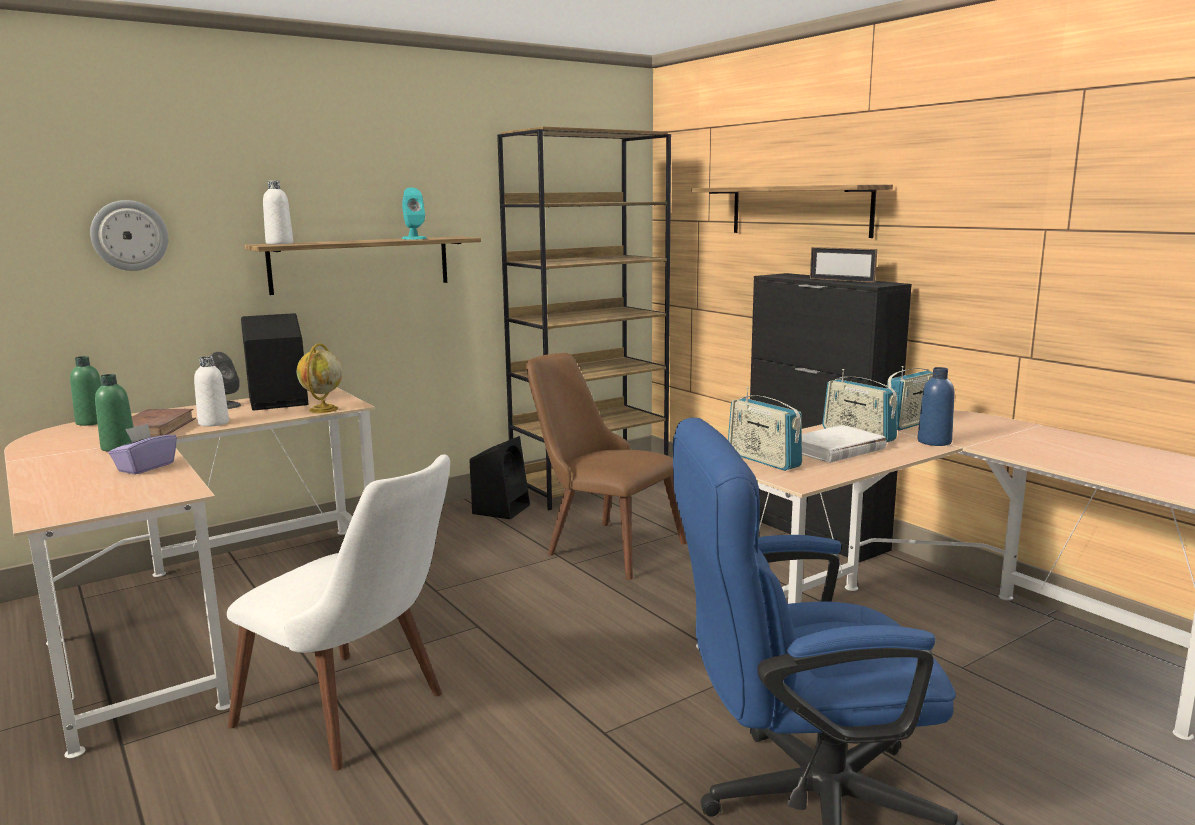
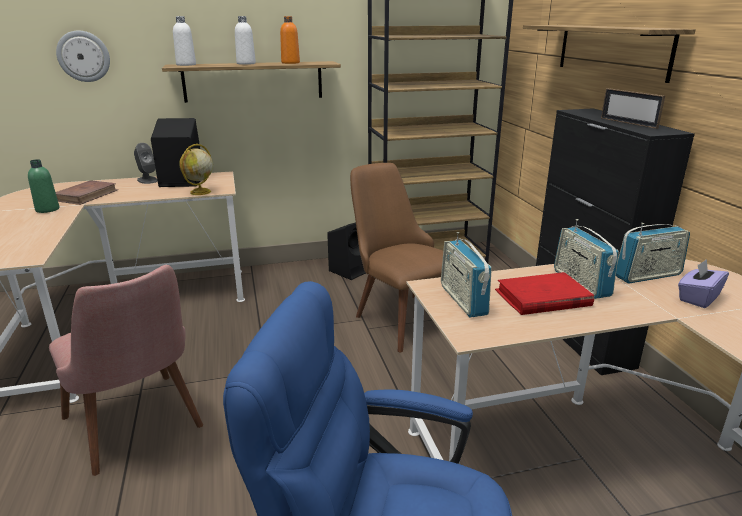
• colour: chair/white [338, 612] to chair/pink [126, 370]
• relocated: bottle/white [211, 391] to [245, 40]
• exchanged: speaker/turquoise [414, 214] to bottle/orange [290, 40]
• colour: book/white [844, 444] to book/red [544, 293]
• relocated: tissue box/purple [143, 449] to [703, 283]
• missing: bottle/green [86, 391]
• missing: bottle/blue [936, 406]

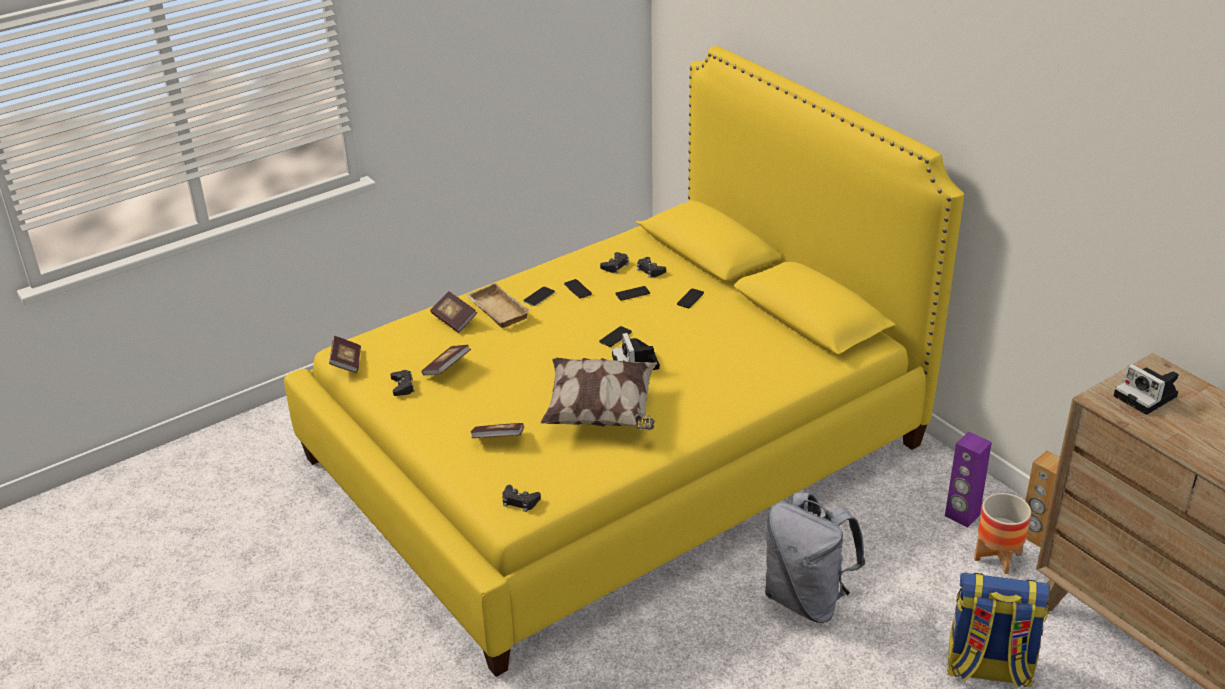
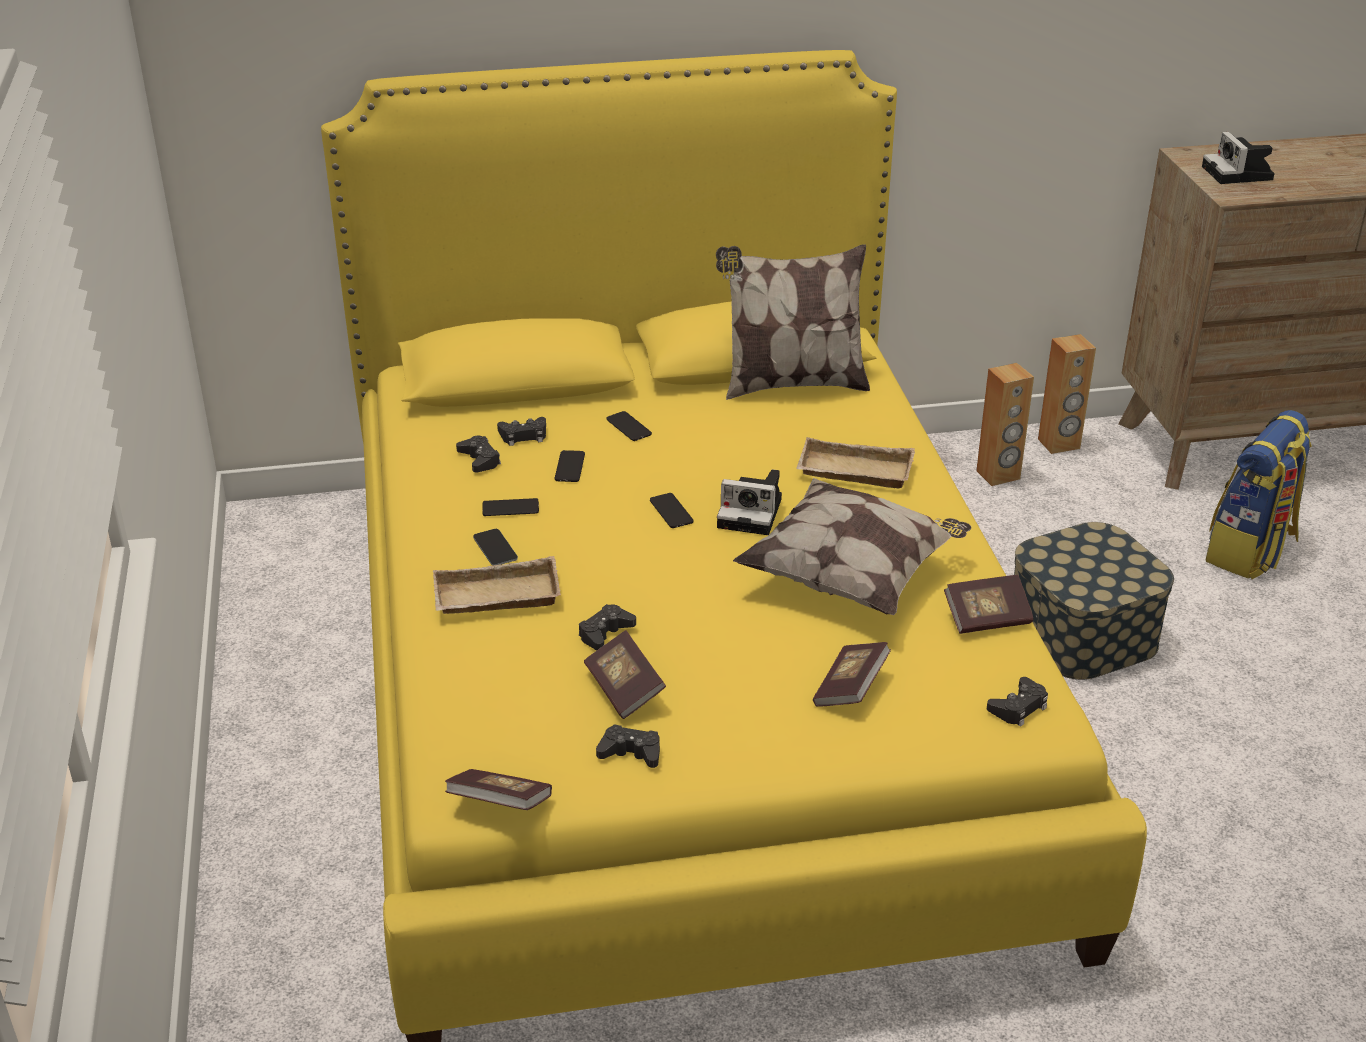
• appeared: game controller/black [607, 627]
• appeared: pillow [793, 322]
• appeared: tray/beige [855, 462]
• relocated: book [453, 312] to [989, 604]
• colour: speaker/purple [968, 480] to speaker/brown [1005, 424]
• exchanged: backpack/grey [815, 557] to storage box [1094, 601]
• spun: photo camera [1146, 389] = [1238, 158] 90 degrees clockwise
• missing: planter [1002, 533]

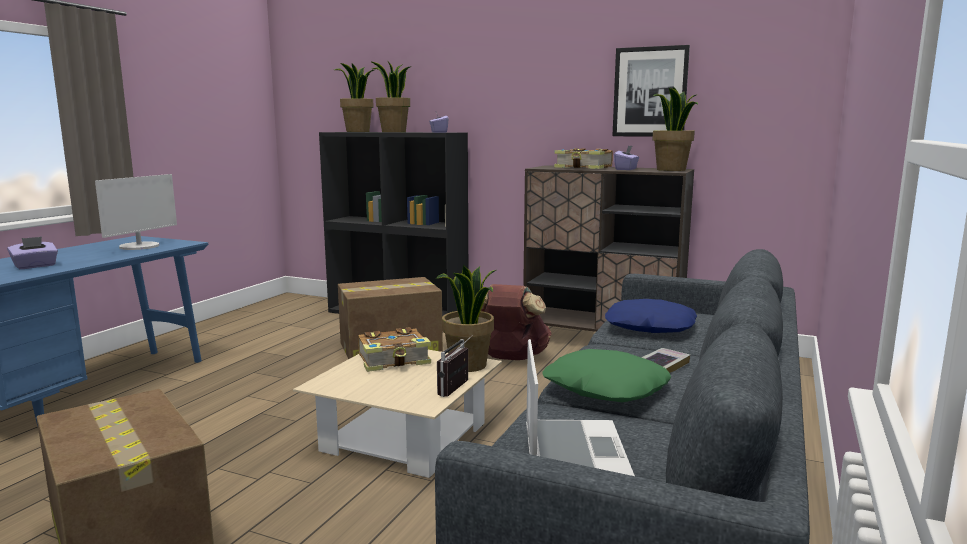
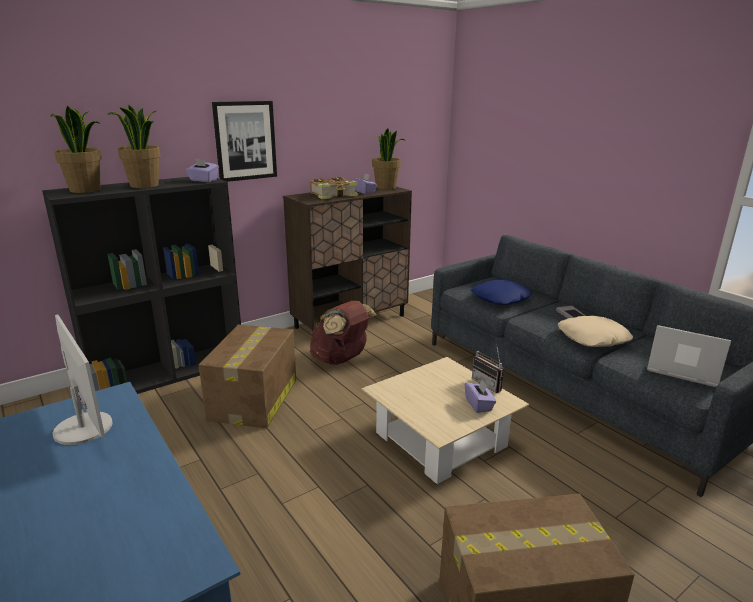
• relocated: picture [651, 91] to [244, 141]
• relocated: tissue box/purple [32, 253] to [480, 396]
• colour: pillow/green [606, 376] to pillow/beige [595, 331]
• missing: book [394, 349]
• missing: potted plant [466, 318]

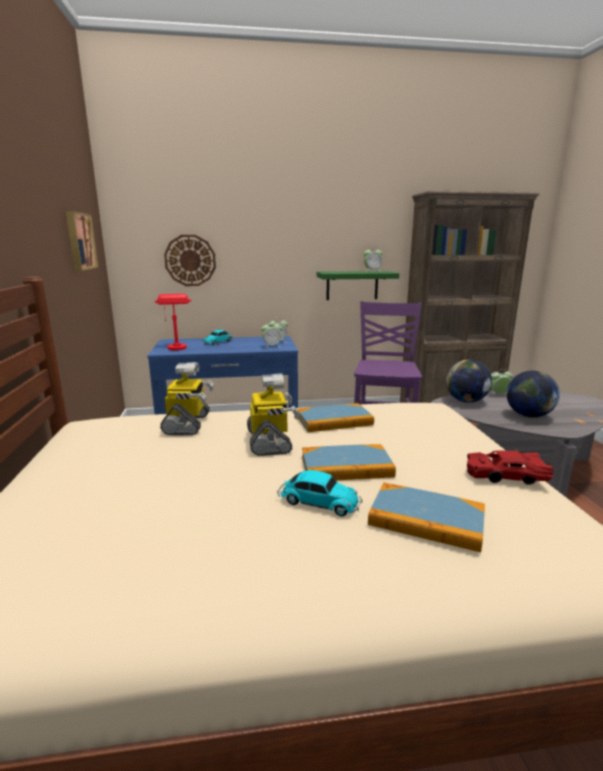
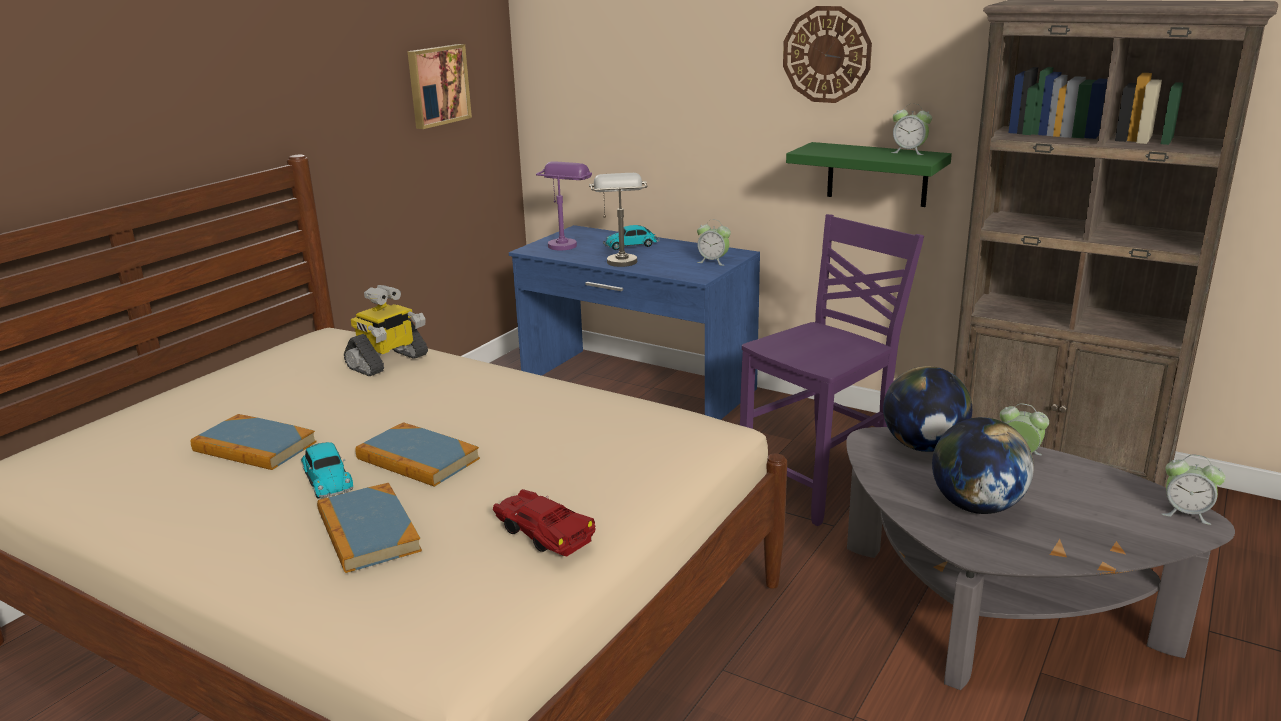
• relocated: book [335, 417] to [253, 442]
• colour: table lamp/red [173, 322] to table lamp/purple [564, 205]
• appeared: table lamp/grey [618, 220]
• relocated: wall clock [190, 260] to [827, 54]
• relocated: alarm clock [271, 336] to [1194, 490]
• missing: toy robot [273, 414]

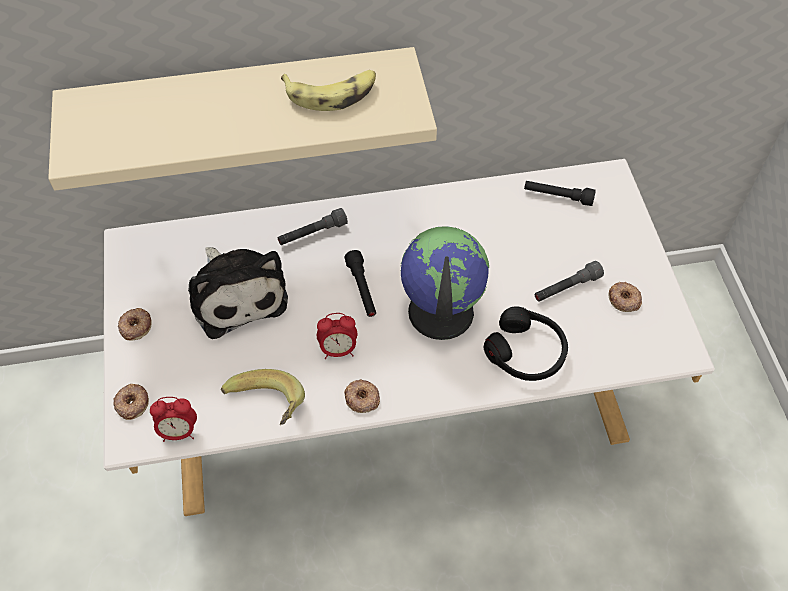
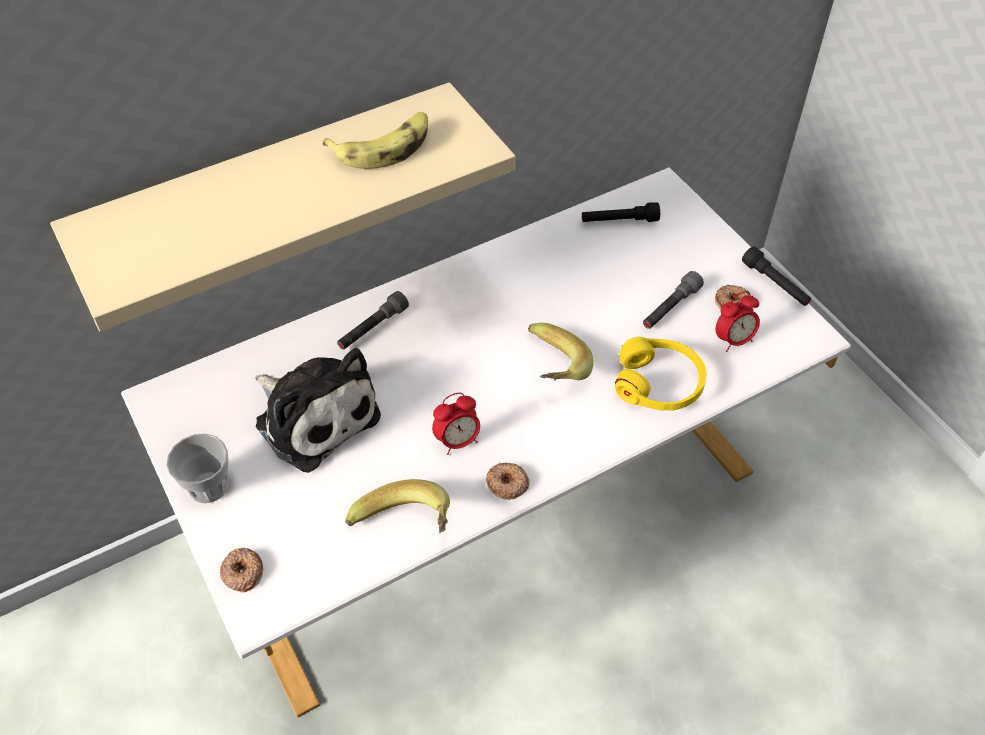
• exchanged: donut [135, 324] to cup [197, 468]
• exchanged: globe [444, 283] to banana [560, 351]
• colour: headphones/black [526, 344] to headphones/yellow [660, 374]
• relocated: alarm clock [173, 419] to [738, 321]
• relocated: flashlight/black [360, 283] to [776, 276]

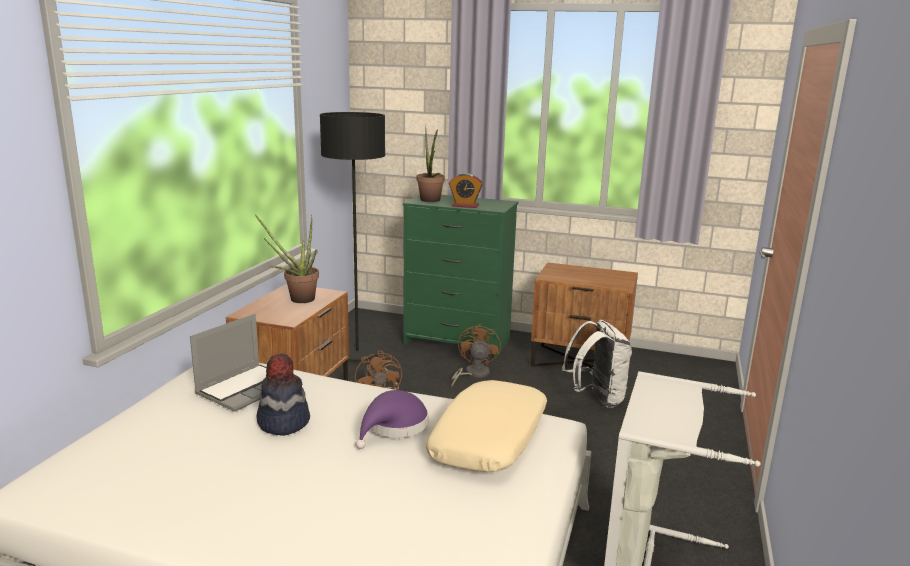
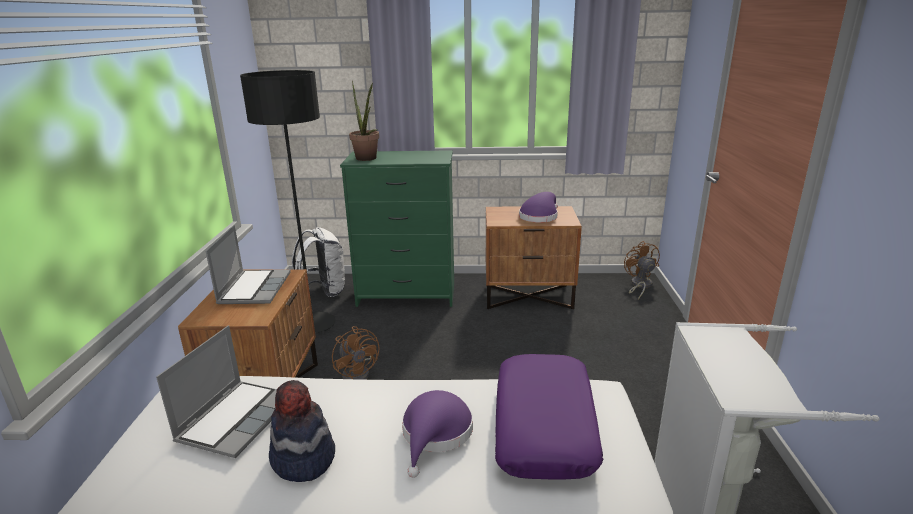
• exchanged: potted plant [287, 258] to laptop [248, 264]
• relocated: backpack/white [597, 364] to [318, 262]
• colour: pillow/beige [486, 426] to pillow/purple [549, 417]
• appeared: hat/purple [538, 207]
• relocated: fan/brown [476, 356] to [642, 270]
• missing: alarm clock [466, 190]

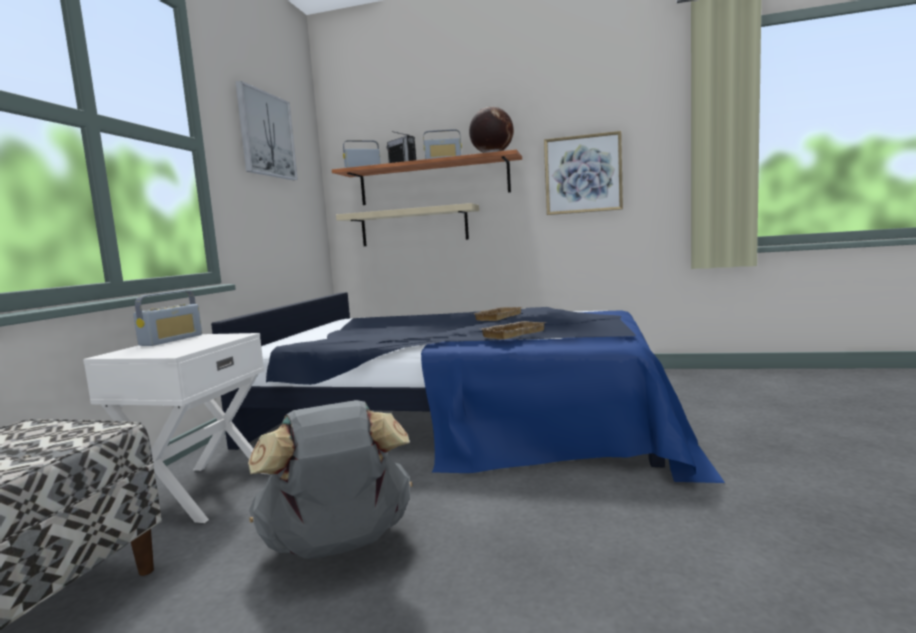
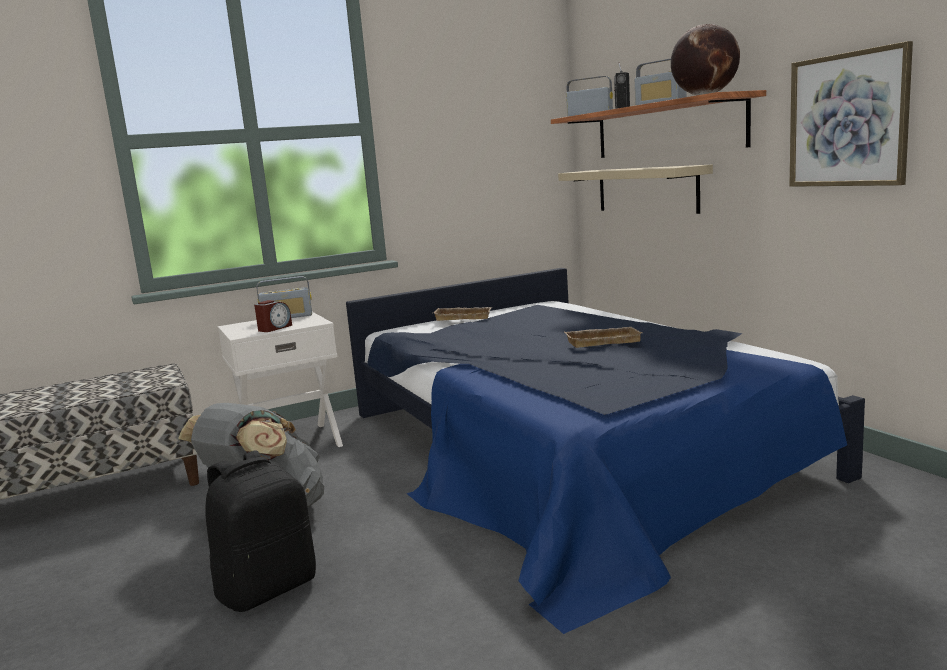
• appeared: backpack/black [260, 531]
• appeared: alarm clock [273, 316]
• relocated: tray/beige [514, 330] to [463, 314]
• missing: picture [267, 130]

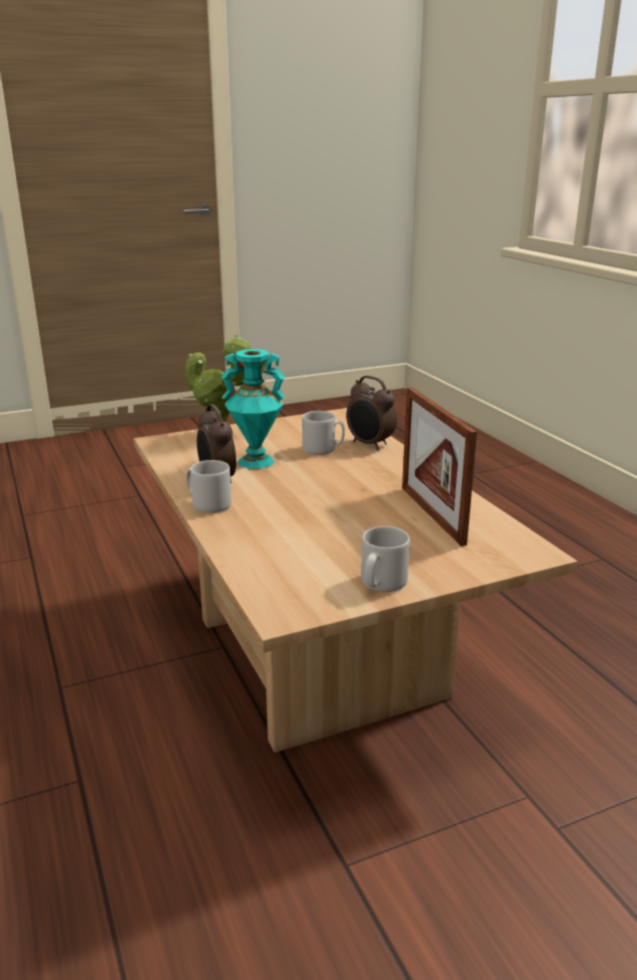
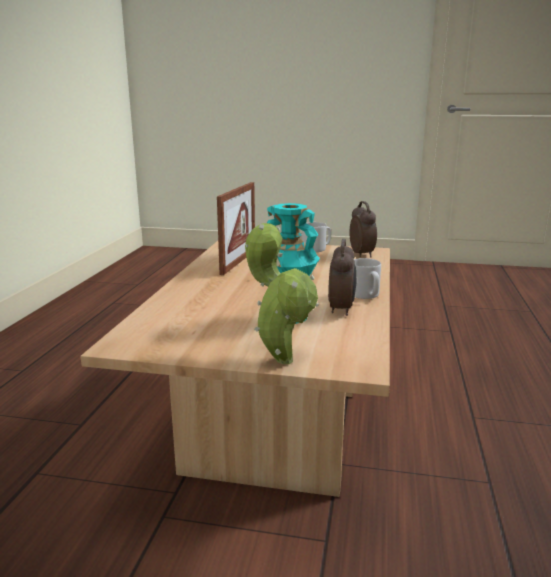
• relocated: alarm clock [371, 413] to [363, 229]
• missing: mug/grey [323, 433]

